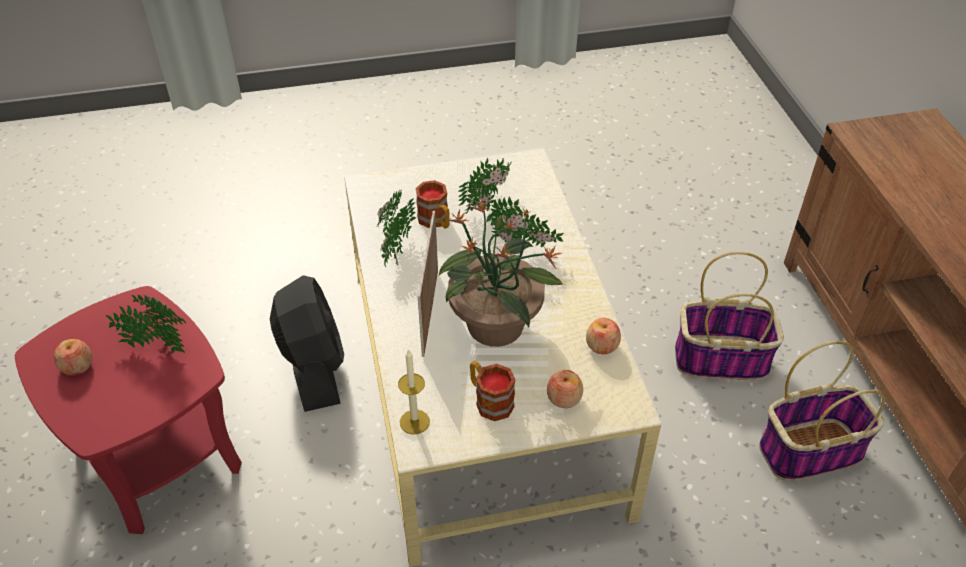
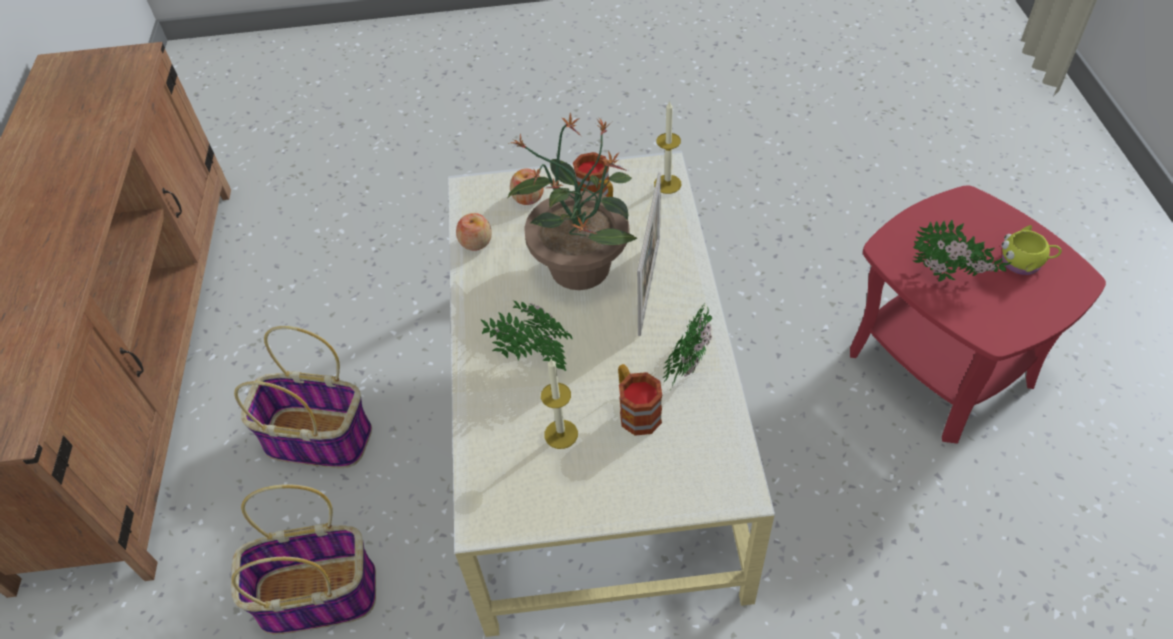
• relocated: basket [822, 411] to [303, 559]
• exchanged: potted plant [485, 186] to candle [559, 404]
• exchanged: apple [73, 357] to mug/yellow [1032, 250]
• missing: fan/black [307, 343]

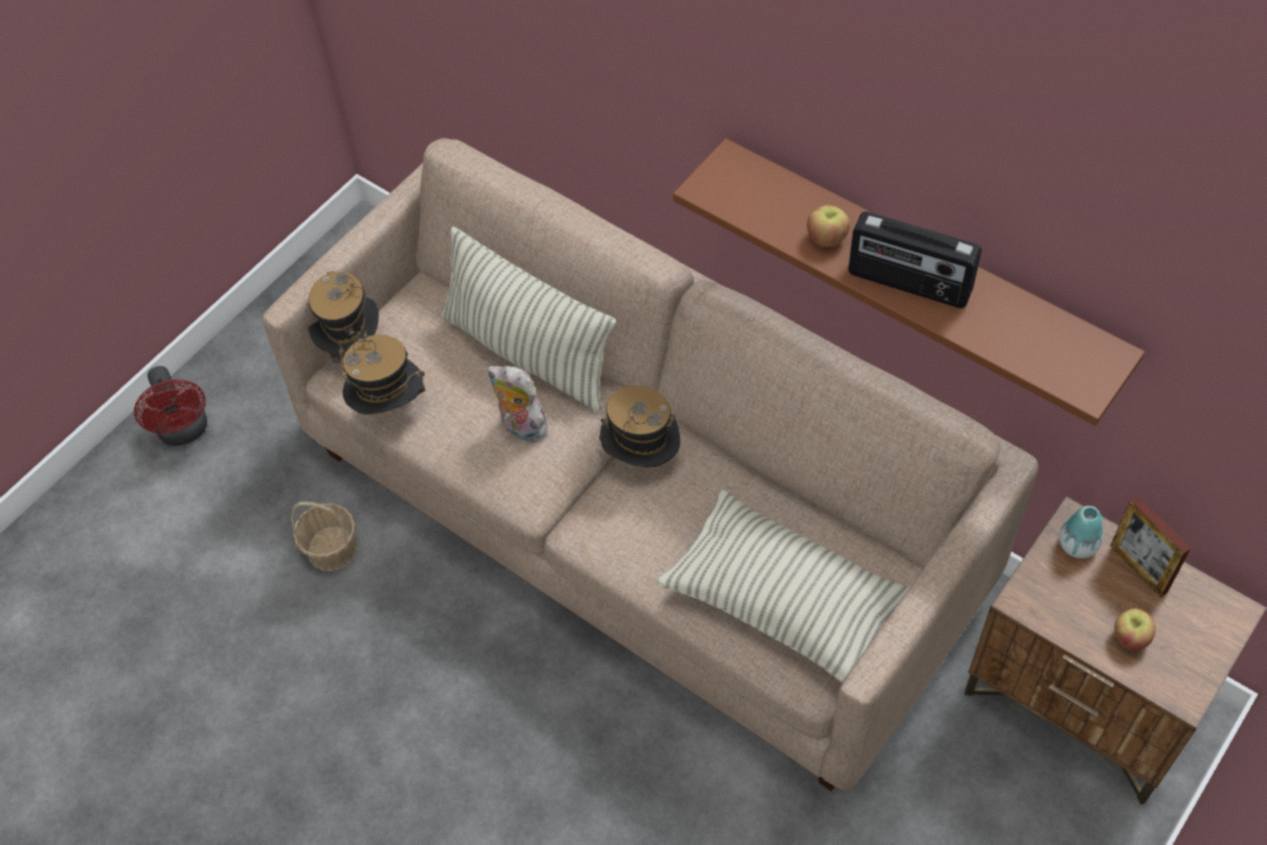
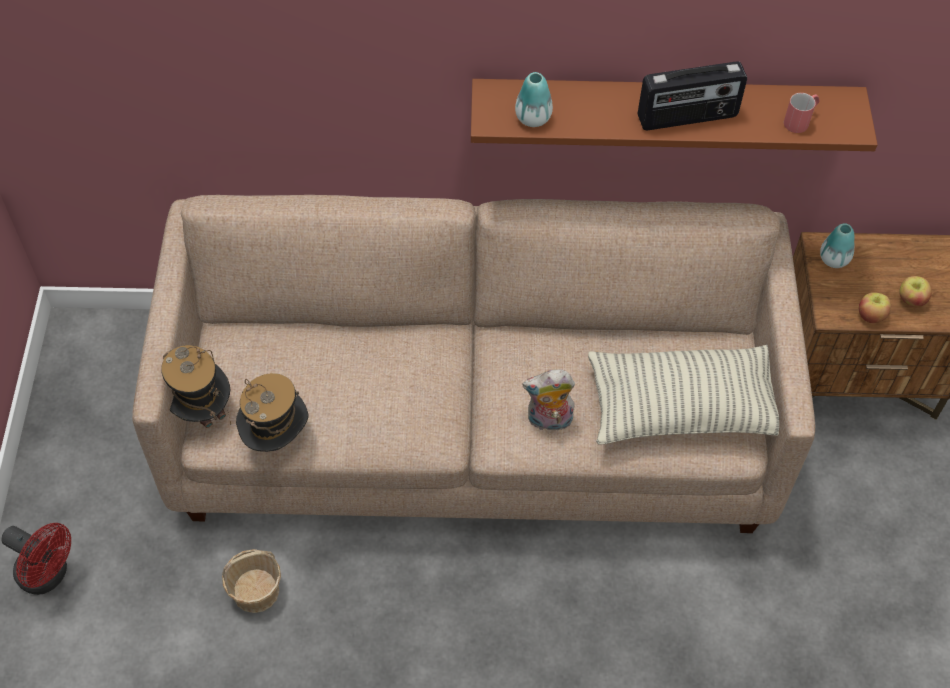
• appeared: vase [534, 99]
• relocated: plush toy [521, 404] to [548, 400]
• appeared: mug/red [802, 113]
• relocated: apple [828, 226] to [875, 307]
• missing: pillow [529, 319]
• missing: hat [639, 426]
• missing: picture frame [1150, 546]

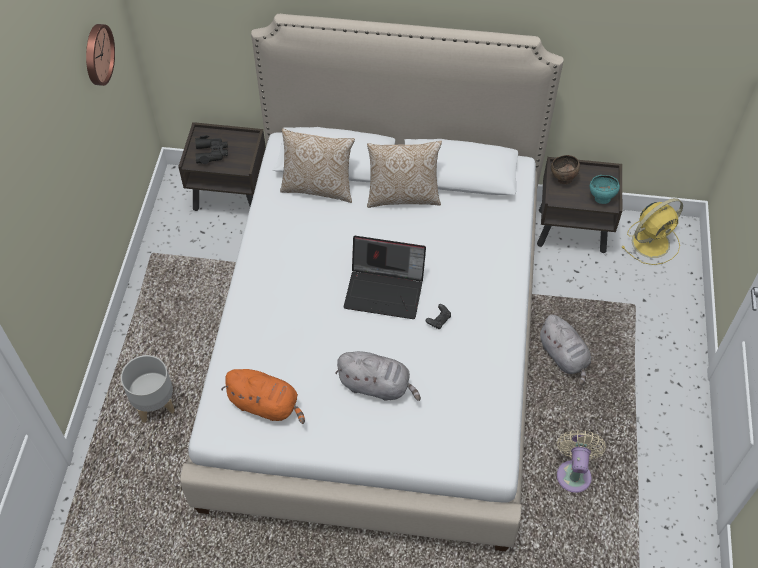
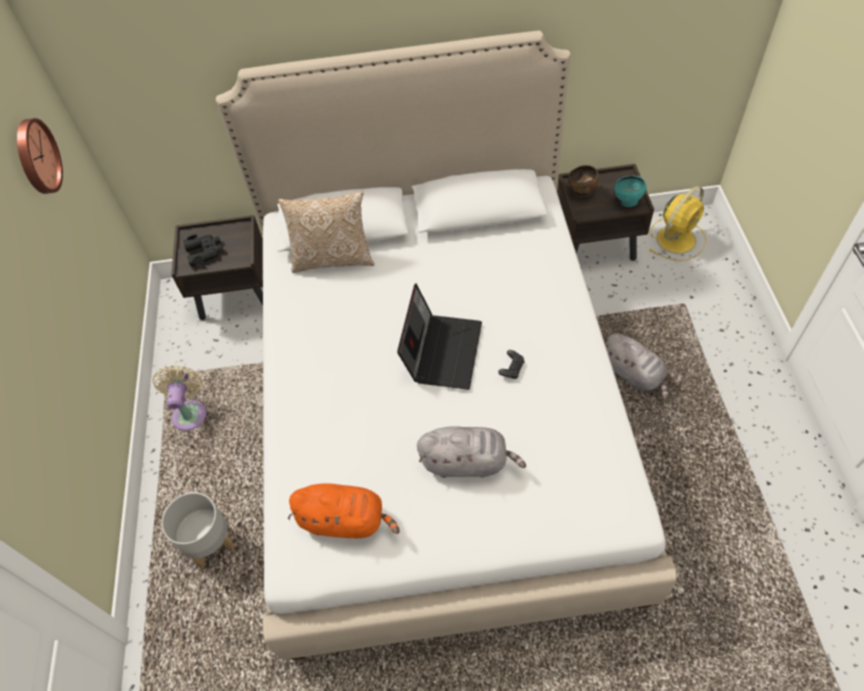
• relocated: fan/beige [581, 461] to [179, 398]
• spun: laptop [385, 277] = [439, 337] 75 degrees counterclockwise
• missing: pillow [404, 174]

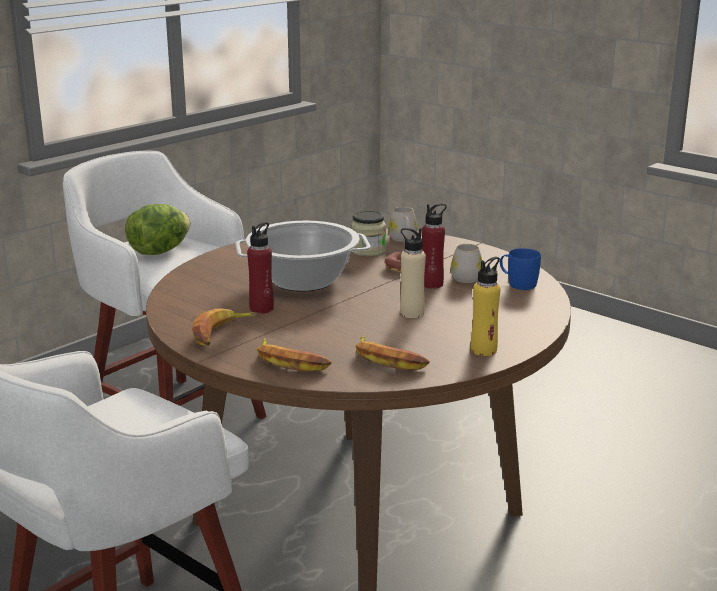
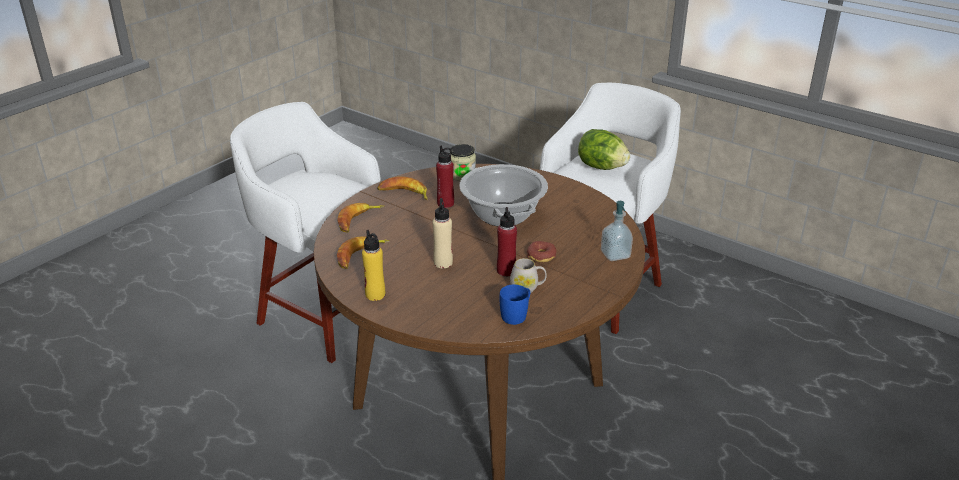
• relocated: jar [368, 233] to [463, 162]
• exchanged: mug/white [402, 224] to soap dispenser [617, 231]

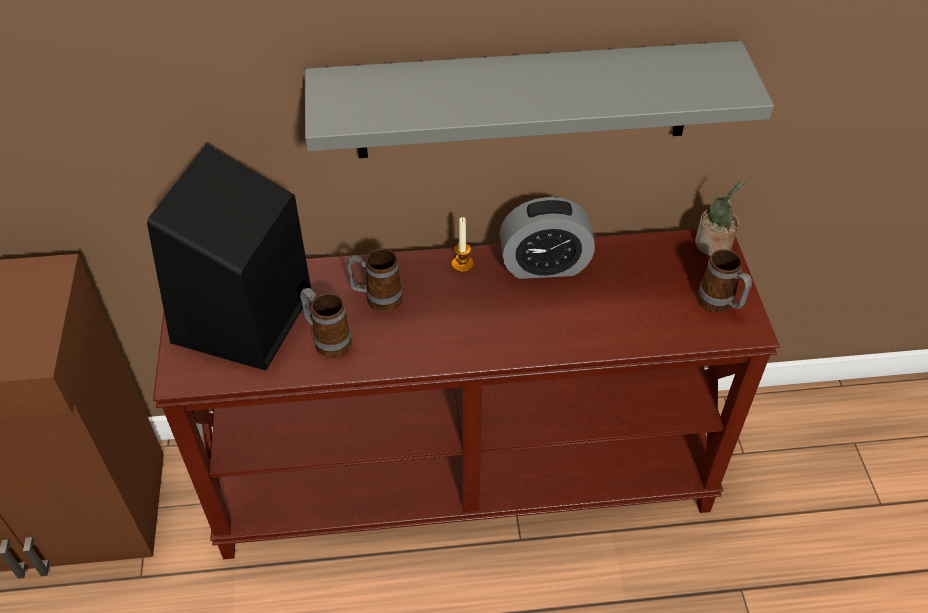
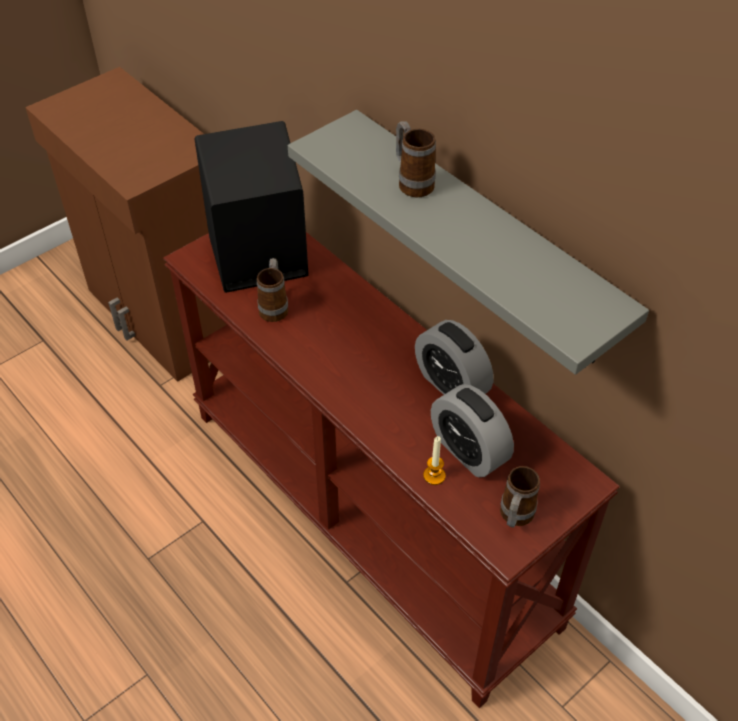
• relocated: mug [374, 280] to [416, 159]
• relocated: candle [462, 245] to [434, 460]
• appeared: alarm clock [472, 430]
• missing: potted plant [720, 218]

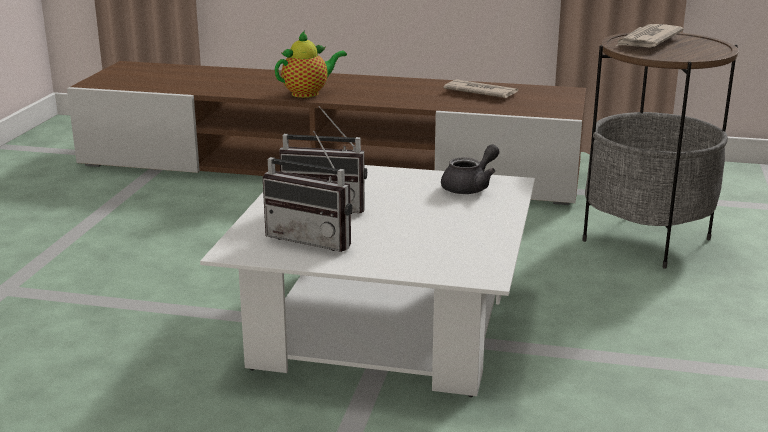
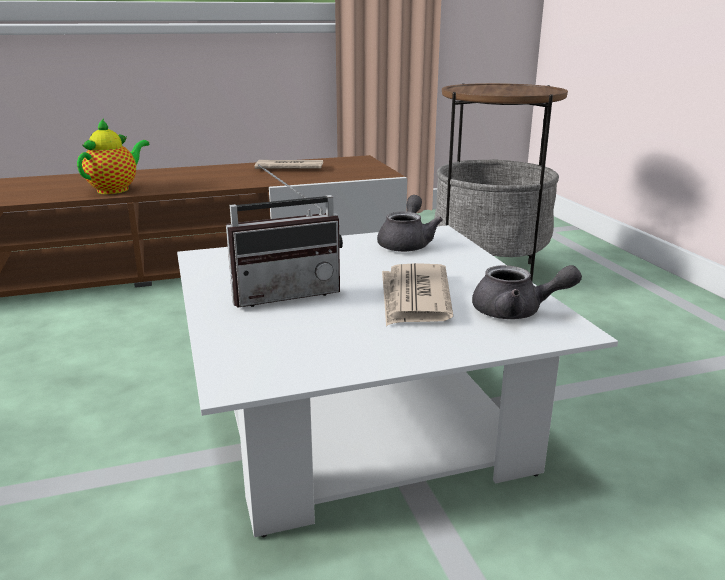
• relocated: newspaper [650, 35] to [417, 294]
• appeared: teapot/grey [527, 292]
• missing: radio [307, 191]

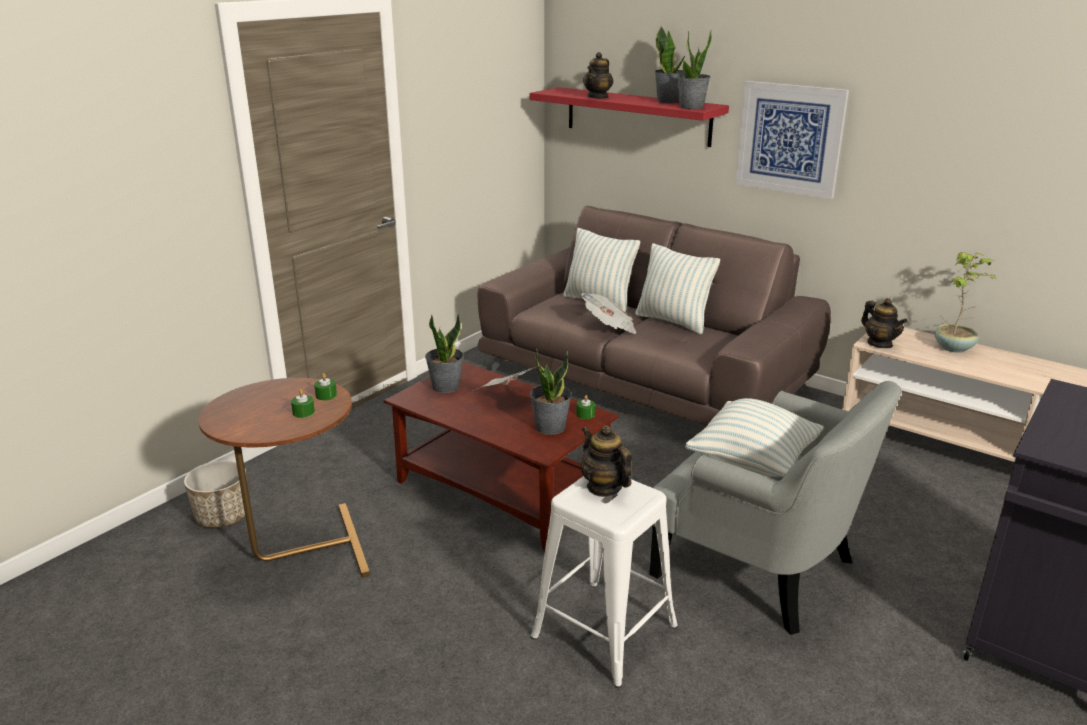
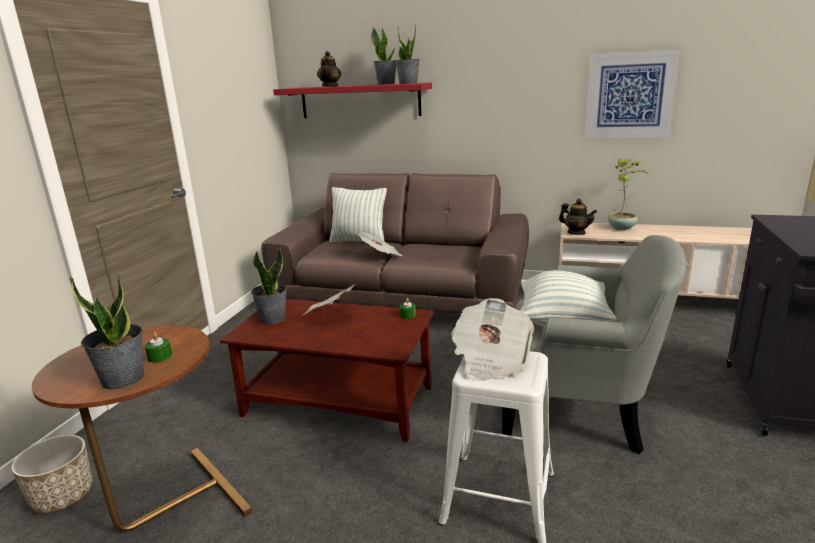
• relocated: potted plant [551, 391] to [107, 331]
• exchanged: teapot [606, 461] to newspaper [493, 339]
• relocated: picture [792, 140] to [633, 93]
• missing: candle/green [325, 386]
• missing: pillow [677, 288]

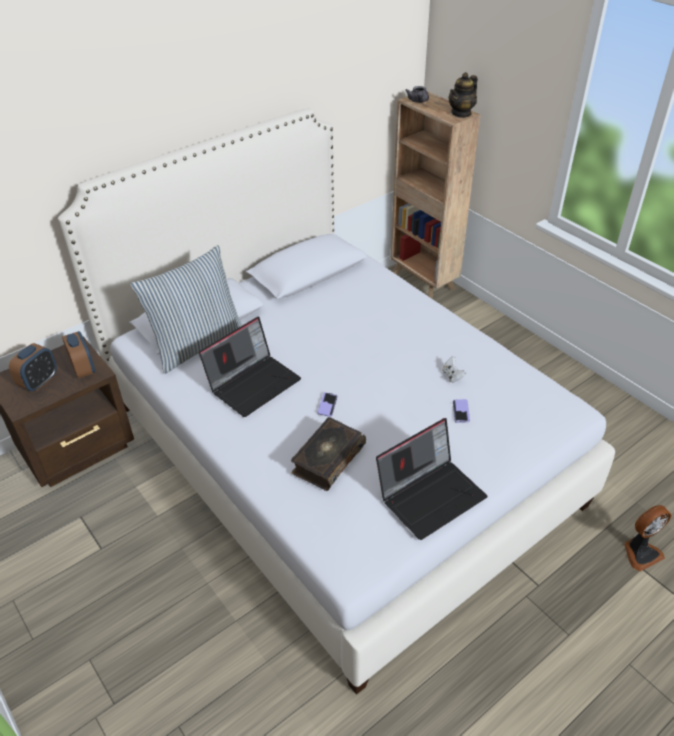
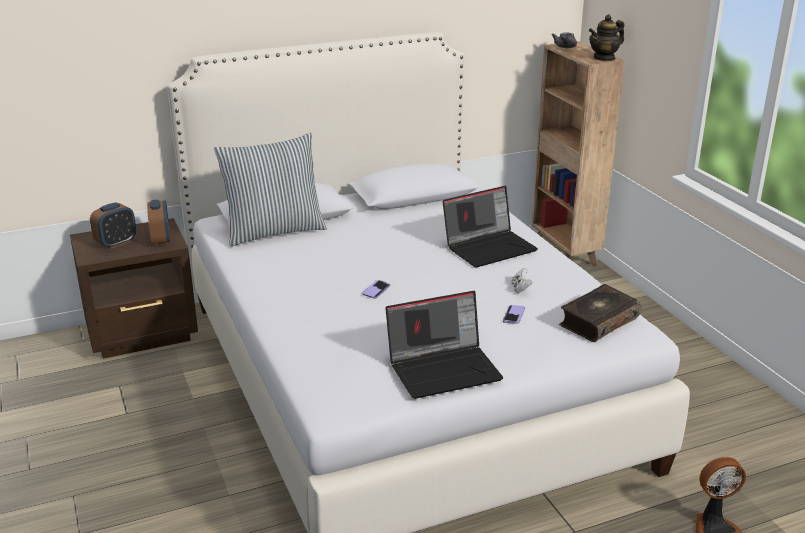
• relocated: laptop [250, 367] to [490, 227]
• relocated: book [328, 454] to [600, 313]

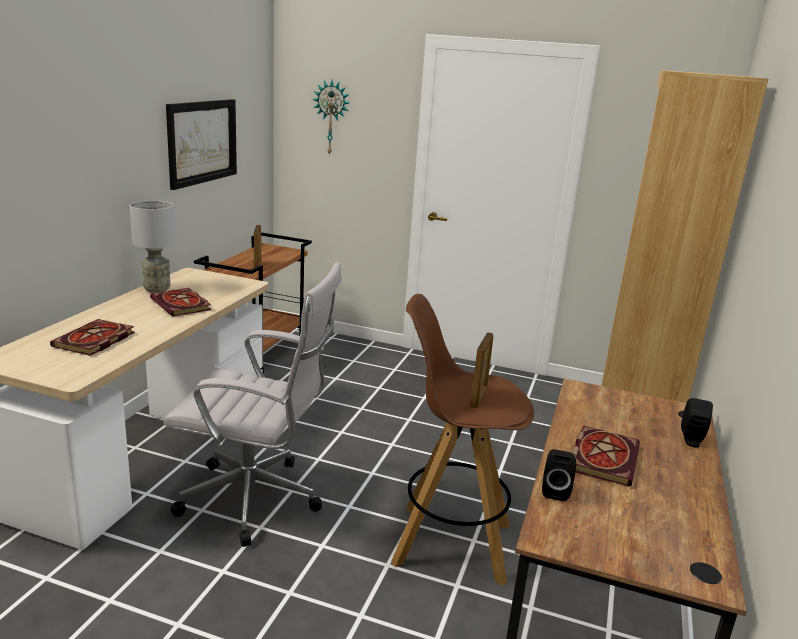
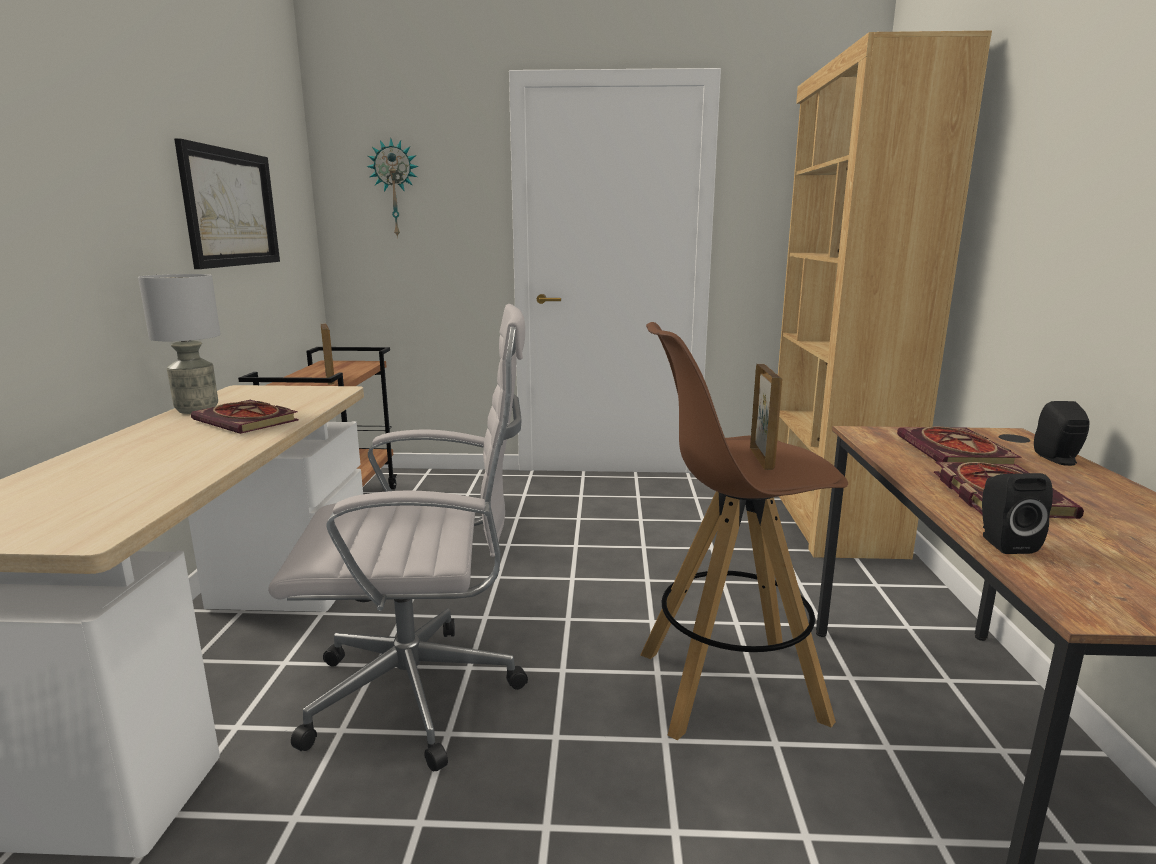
• relocated: book [92, 337] to [959, 445]

